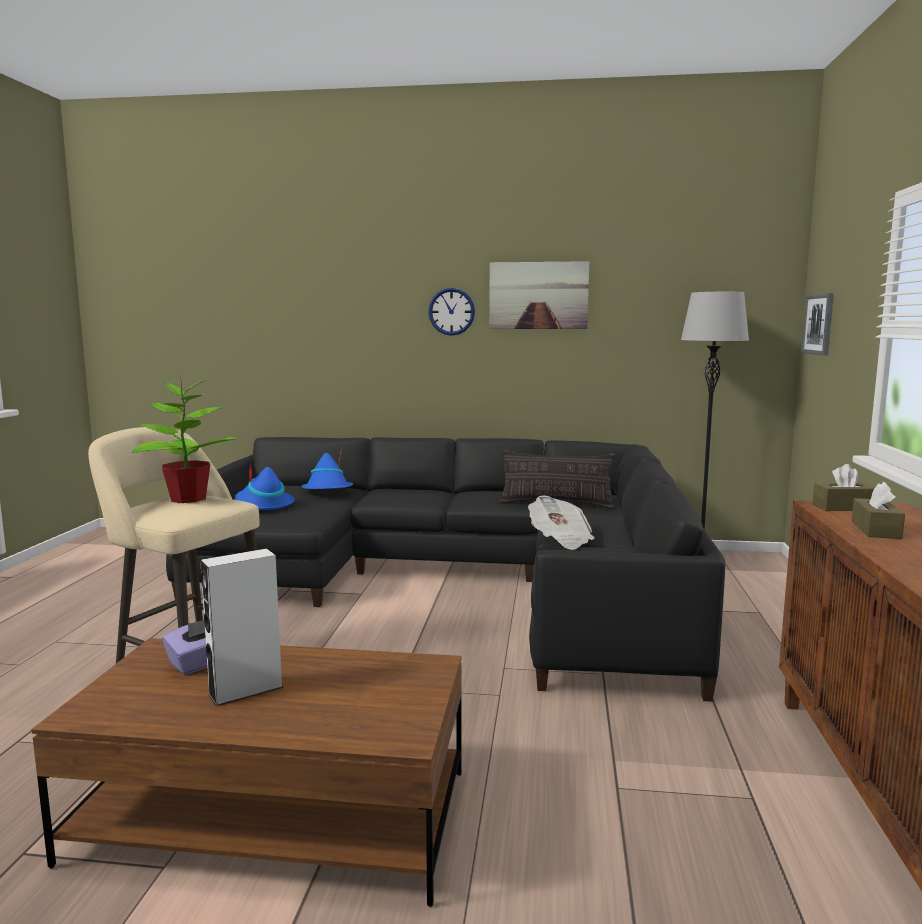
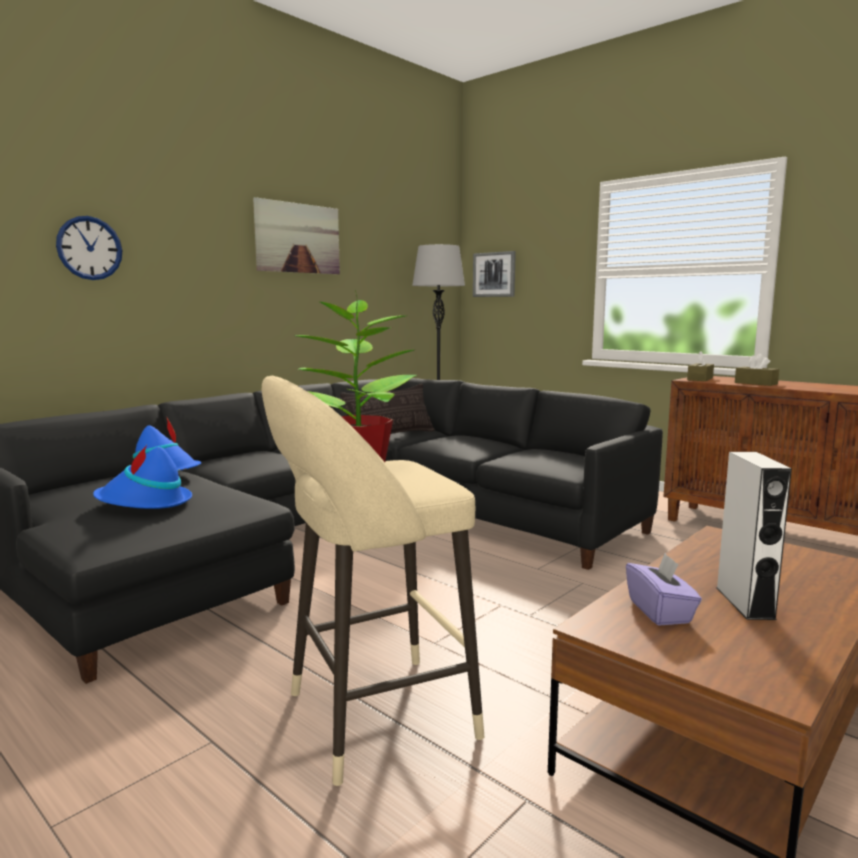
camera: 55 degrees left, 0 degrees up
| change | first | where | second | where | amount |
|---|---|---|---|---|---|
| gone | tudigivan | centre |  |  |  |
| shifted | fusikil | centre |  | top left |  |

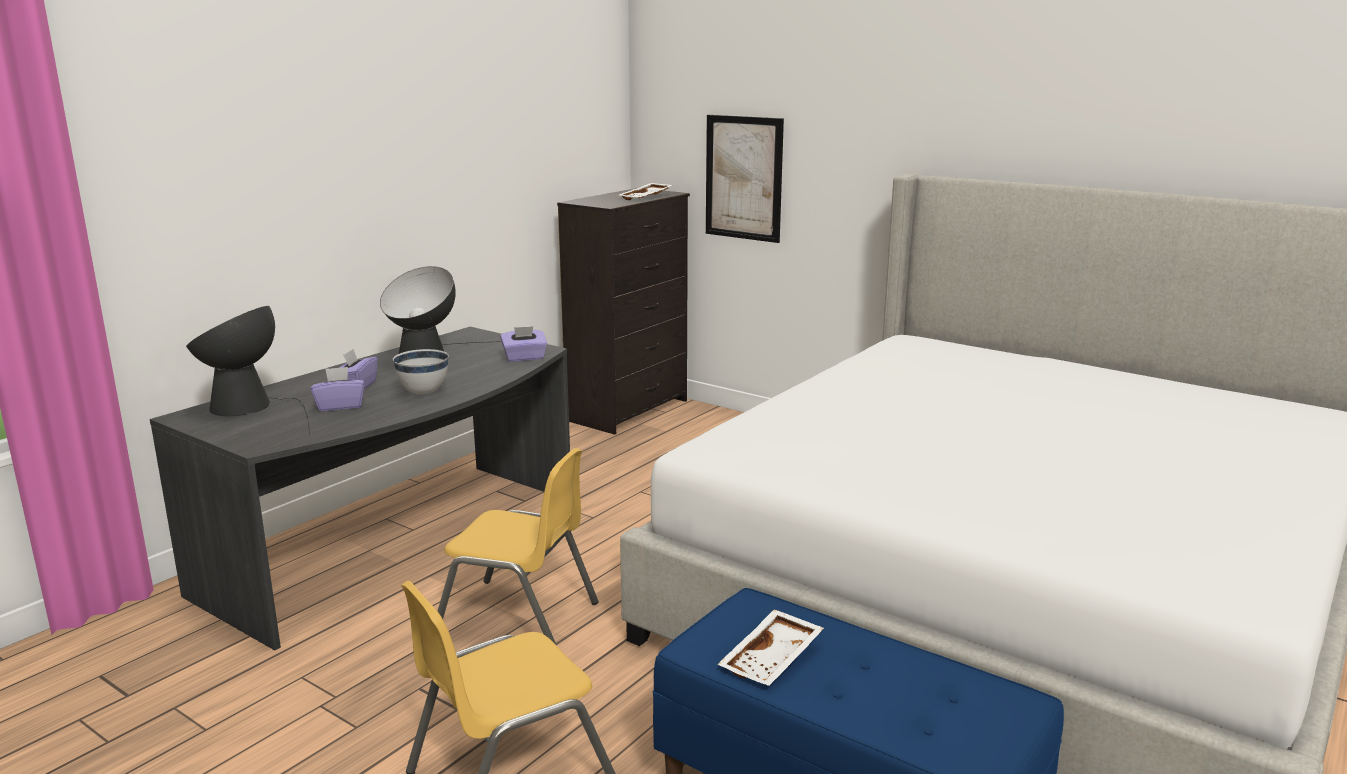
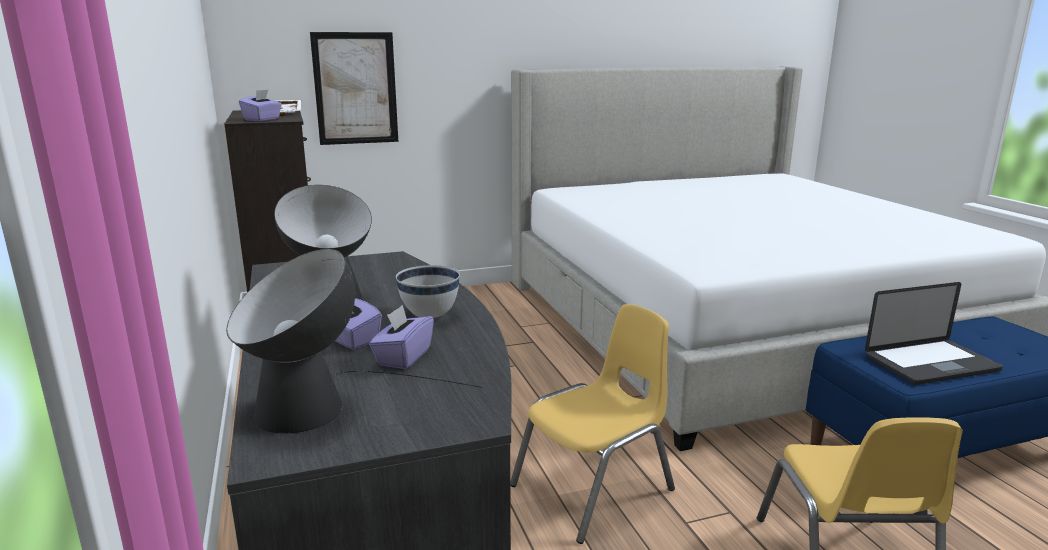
camera: 55 degrees left, 0 degrees up
| change | first | where | second | where | amount |
|---|---|---|---|---|---|
| shifted | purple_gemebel (no. 3 from left in the first image) | centre | purple_gemebel (no. 1 from left) | top left |  |
| swapped | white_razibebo (no. 2 from left) | bottom centre | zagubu | middle right |  |

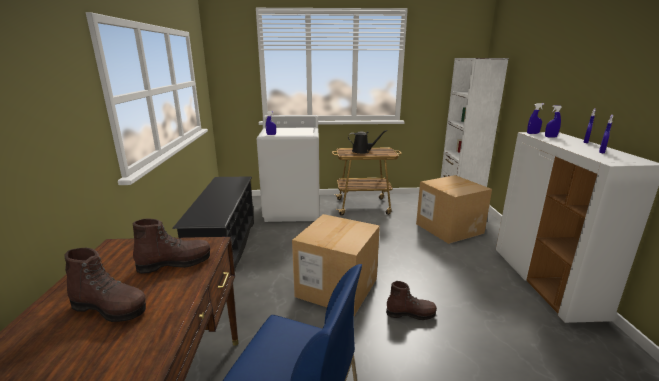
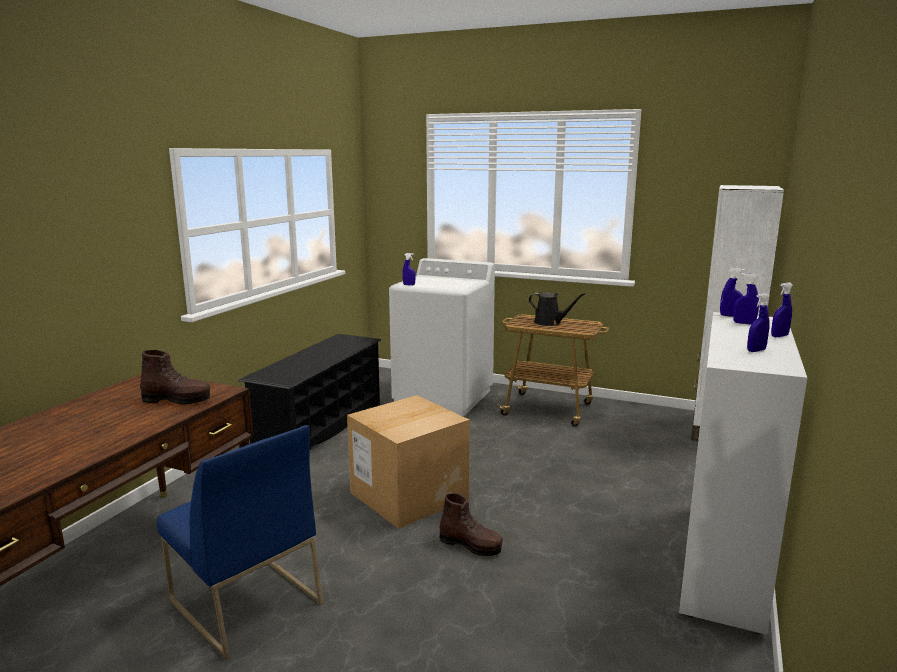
camera: 25 degrees right, 5 degrees down
| change | first | where | second | where | amount |
|---|---|---|---|---|---|
| gone | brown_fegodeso (no. 1 from left) | bottom left |  |  |  |
| gone | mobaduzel (no. 2 from left) | middle right |  |  |  |

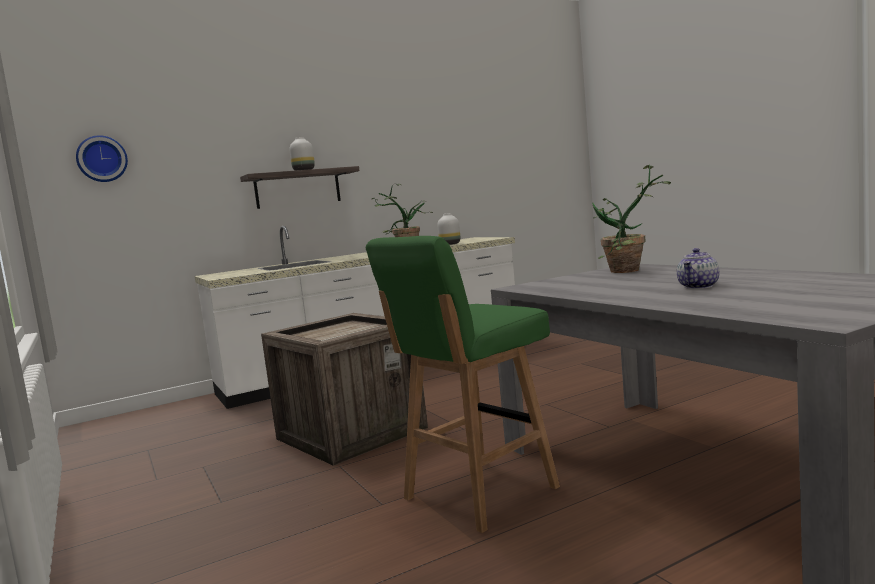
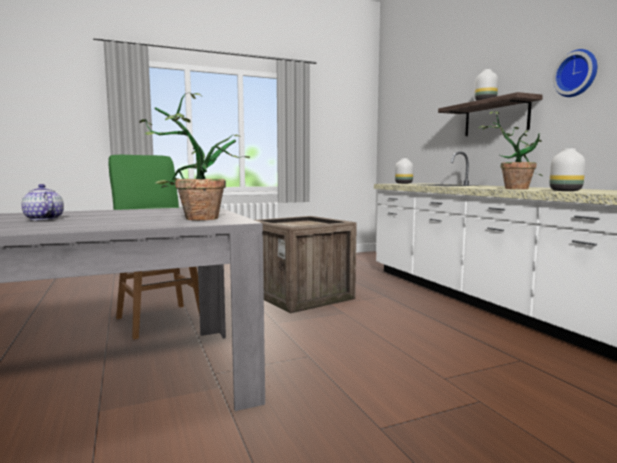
camera: 95 degrees right, 0 degrees up
| change | first | where | second | where | amount |
|---|---|---|---|---|---|
| new |  |  | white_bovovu (no. 1 from left) | centre |  |
| shifted | fusikil | top left |  | top right |  |

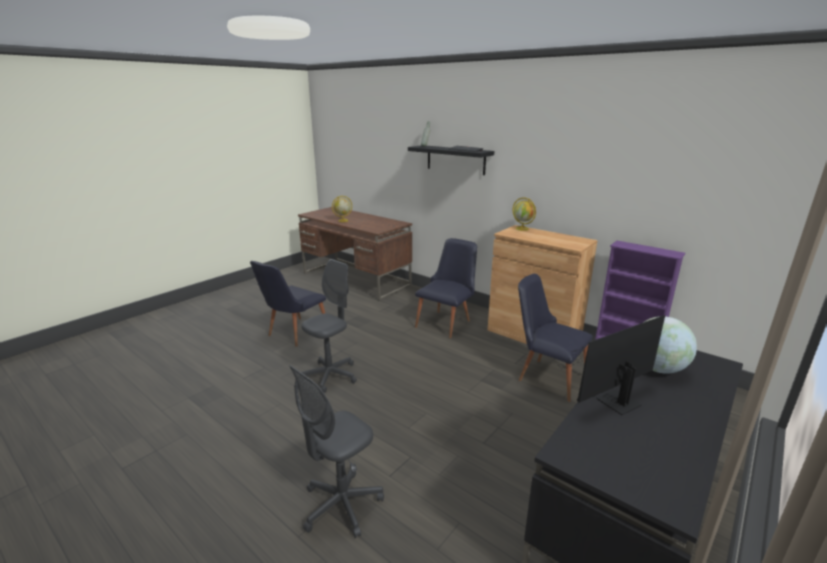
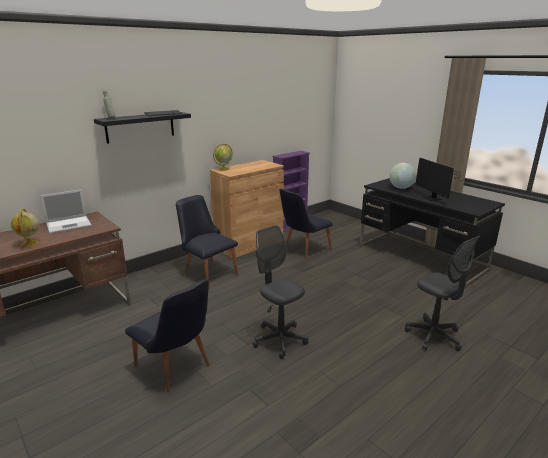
camera: 80 degrees left, 0 degrees up
| change | first | where | second | where | amount |
|---|---|---|---|---|---|
| new |  |  | zagubu | middle left |  |

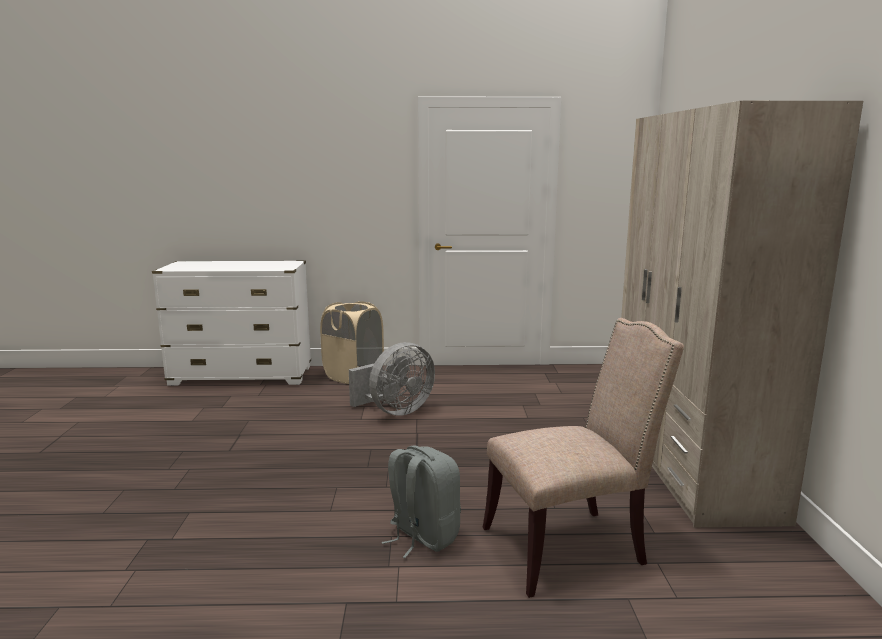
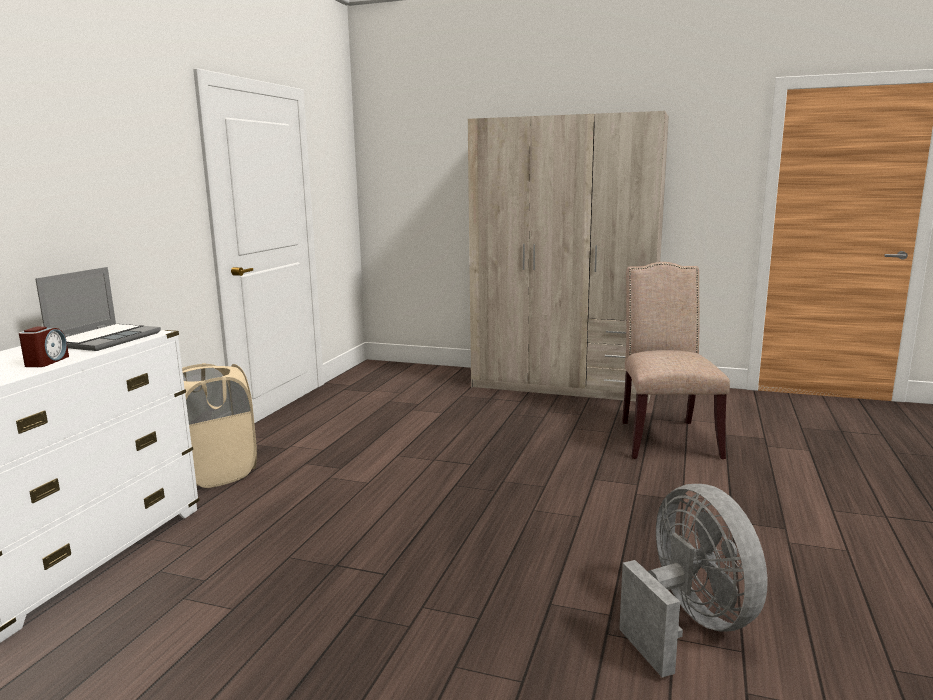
camera: 70 degrees left, 0 degrees up
| change | first | where | second | where | amount |
|---|---|---|---|---|---|
| gone | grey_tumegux | bottom centre |  |  |  |
| new |  |  | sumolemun | middle left |  |
| new |  |  | zagubu | middle left |  |
| shifted | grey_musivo | centre |  | bottom right |  |

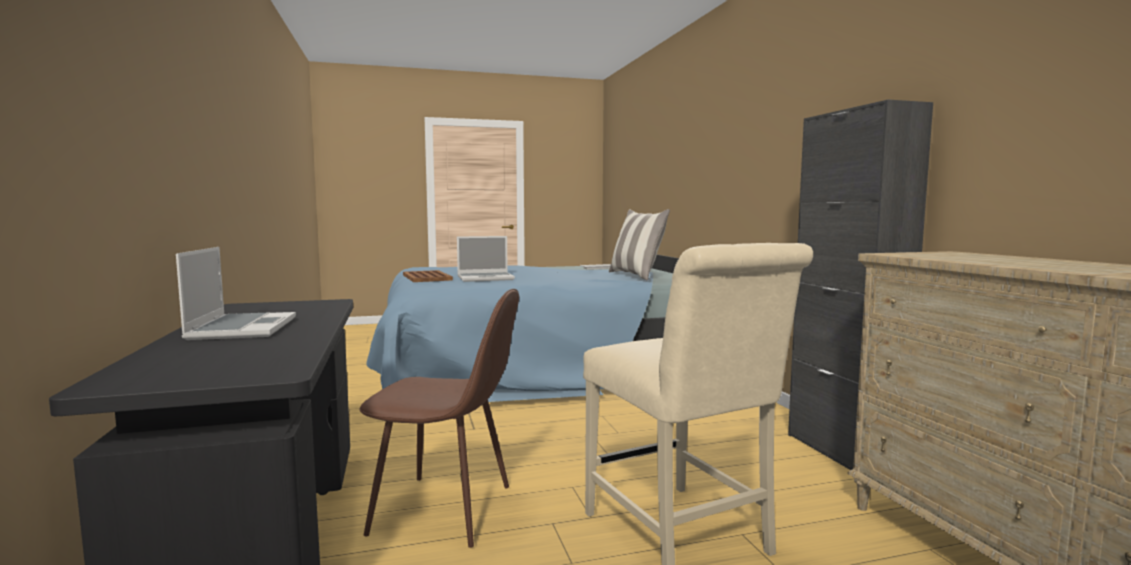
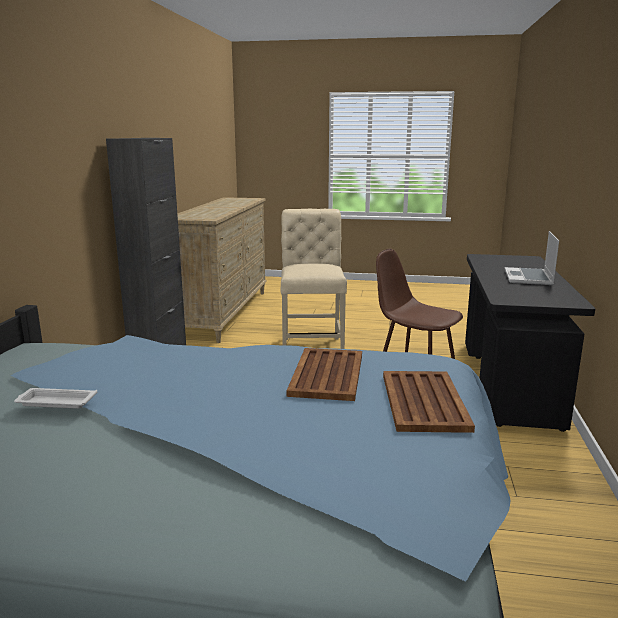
camera: 155 degrees left, 10 degrees up
| change | first | where | second | where | amount |
|---|---|---|---|---|---|
| gone | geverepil | centre |  |  |  |
| swapped | zagubu (no. 2 from left) | centre | brown_razibebo (no. 1 from left) | centre |  |

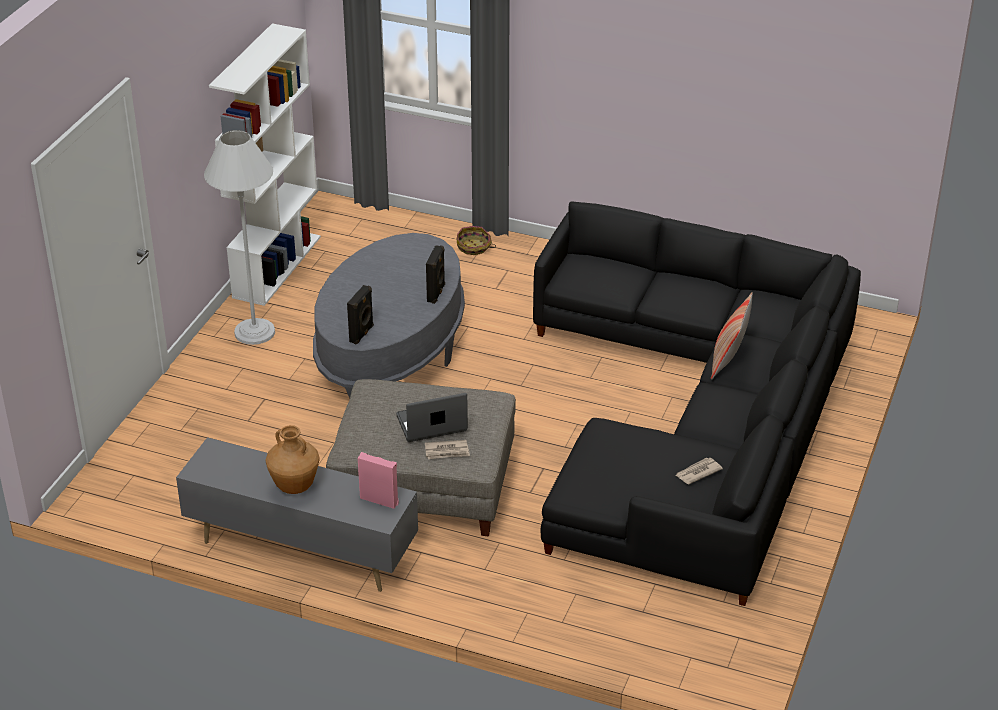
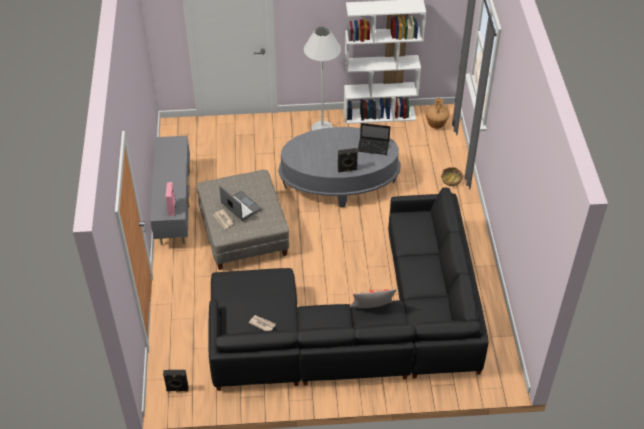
camera: 65 degrees right, 10 degrees up
| change | first | where | second | where | amount |
|---|---|---|---|---|---|
| new |  |  | zagubu (no. 2 from left) | top centre |  |
| shifted | brown_bovovu | middle left |  | top right |  |
| shifted | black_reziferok (no. 1 from left) | centre |  | bottom left |  |

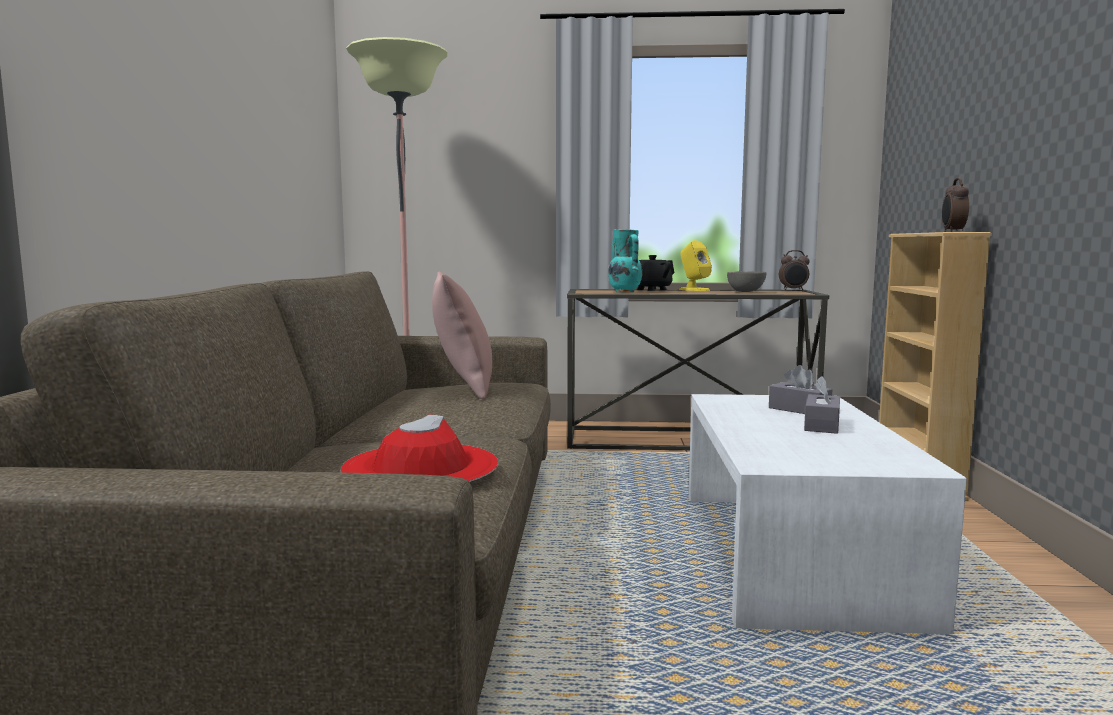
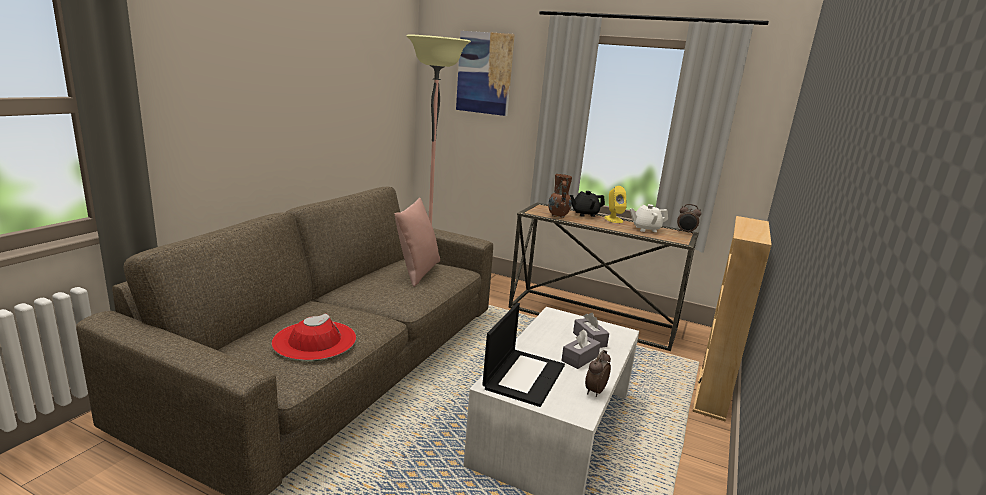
camera: 20 degrees right, 10 degrees up
| change | first | where | second | where | amount |
|---|---|---|---|---|---|
| new |  |  | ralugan | top centre |  |
| new |  |  | zagubu | bottom centre |  |
| shifted | sumolemun (no. 2 from left in the first image) | top right | sumolemun (no. 1 from left) | bottom centre |  |
| swapped | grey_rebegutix | middle right | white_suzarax | centre |  |
| repainted | turquoise_bovovu | centre | brown_bovovu | centre |  |

